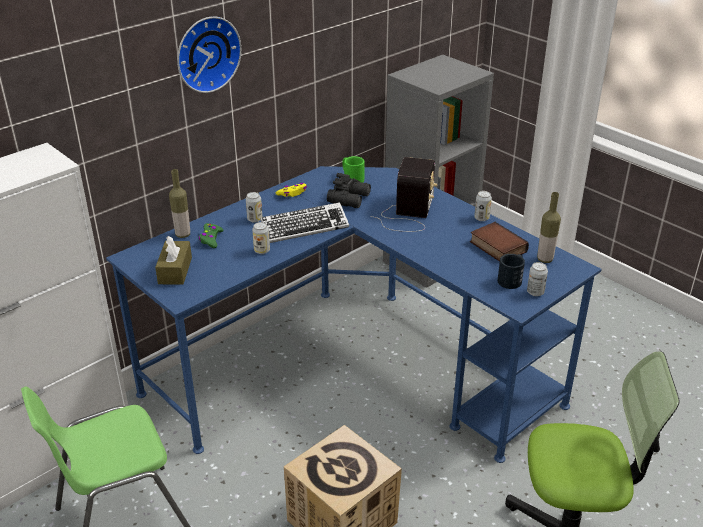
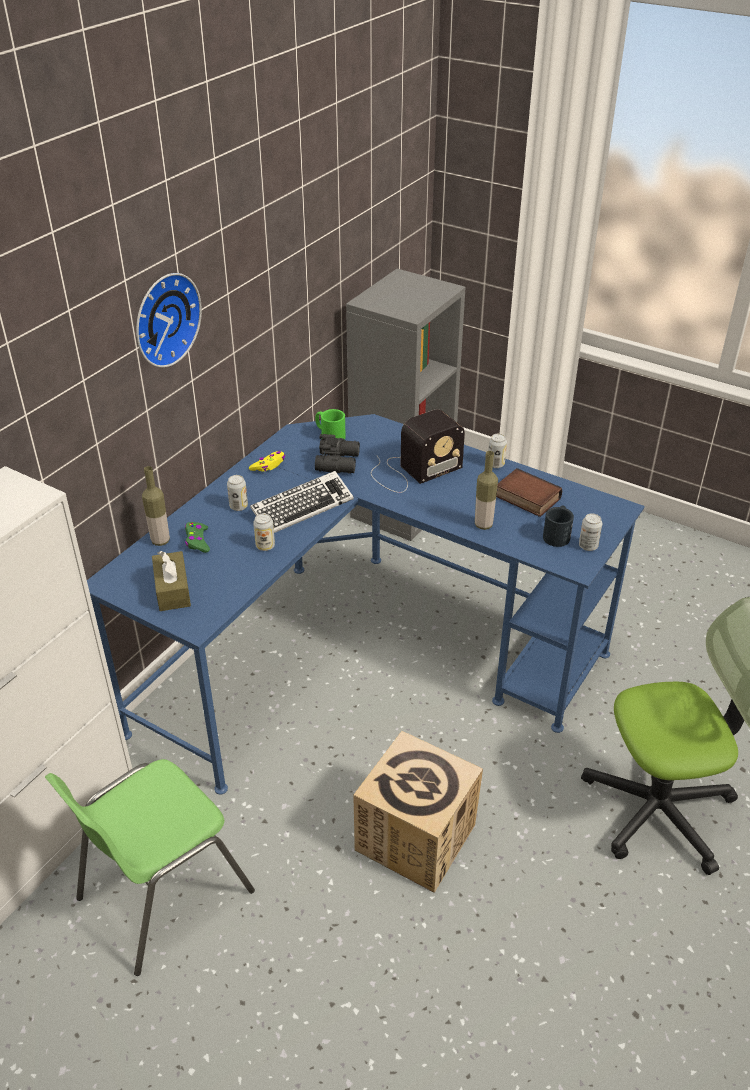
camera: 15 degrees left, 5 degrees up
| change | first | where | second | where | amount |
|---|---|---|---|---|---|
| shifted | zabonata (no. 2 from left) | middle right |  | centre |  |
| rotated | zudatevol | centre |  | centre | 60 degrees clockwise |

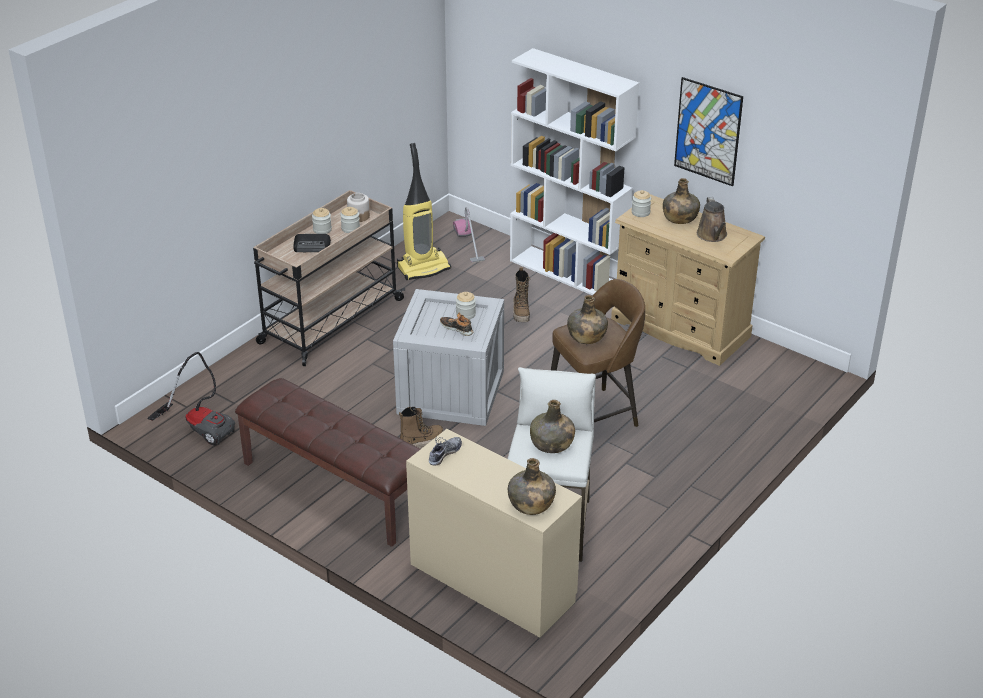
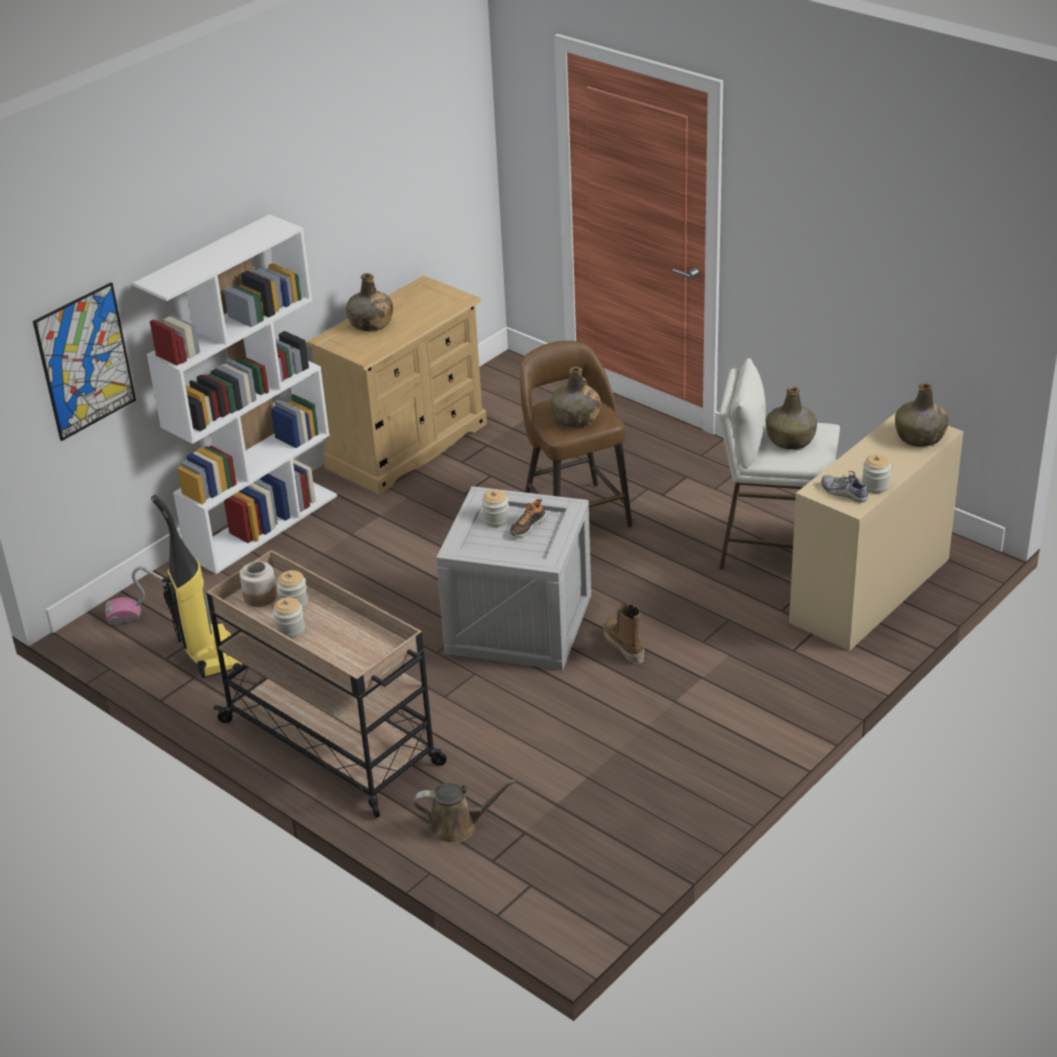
camera: 85 degrees left, 0 degrees up
| change | first | where | second | where | amount |
|---|---|---|---|---|---|
| gone | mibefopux (no. 1 from left) | middle left |  |  |  |
| gone | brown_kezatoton | middle left |  |  |  |
| gone | zudatevol | middle left |  |  |  |
| gone | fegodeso (no. 2 from left) | centre |  |  |  |
| shifted | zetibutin (no. 5 from left) | top centre |  | middle right |  |
| shifted | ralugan | top right |  | middle left |  |
| shifted | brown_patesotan | top right |  | bottom centre |  |

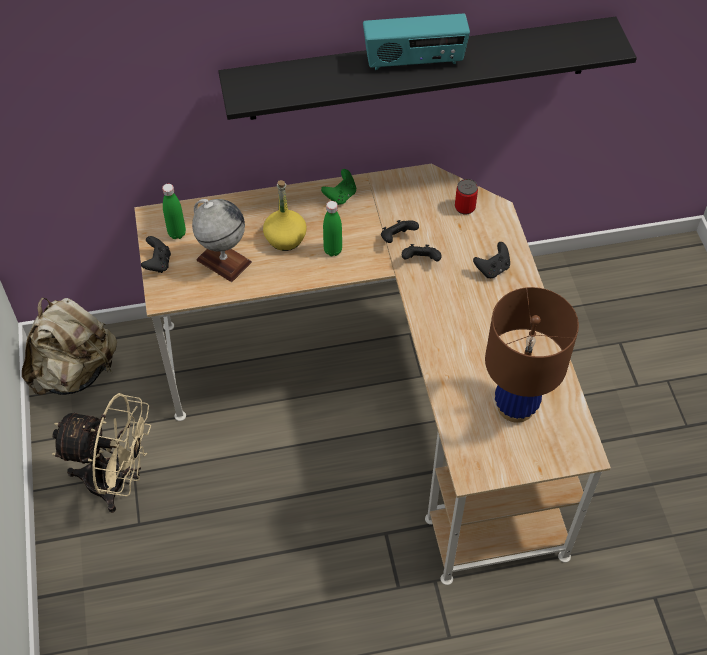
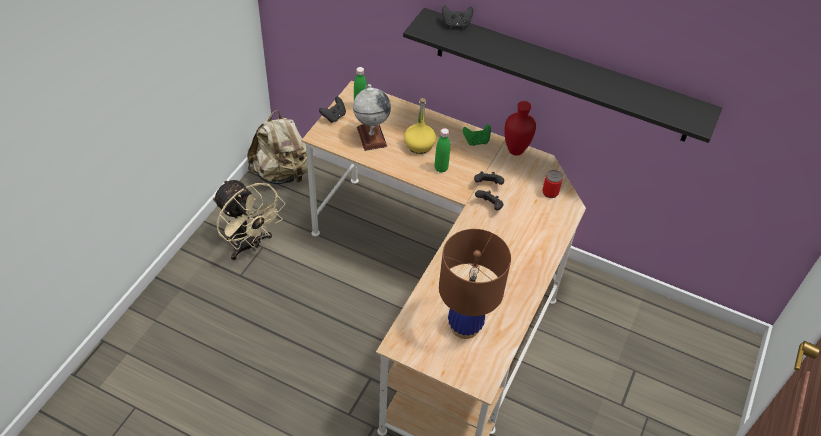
camera: 35 degrees right, 5 degrees down
| change | first | where | second | where | amount |
|---|---|---|---|---|---|
| gone | zudatevol | top centre |  |  |  |
| new |  |  | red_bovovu | top centre |  |
| shifted | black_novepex (no. 4 from left in the first image) | middle right | black_novepex (no. 2 from left) | top centre |  |

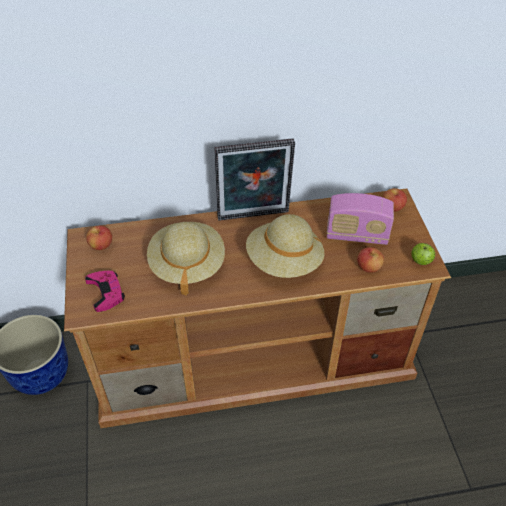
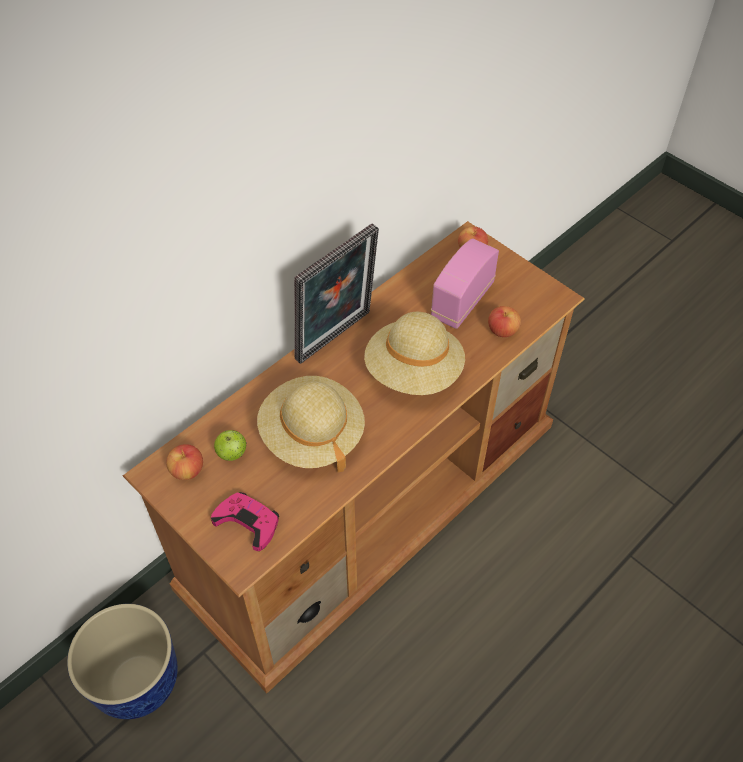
camera: 35 degrees left, 5 degrees up
| change | first | where | second | where | amount |
|---|---|---|---|---|---|
| shifted | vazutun (no. 4 from left in the first image) | middle right | vazutun (no. 2 from left) | middle left |  |
| rotated | zudatevol | middle right |  | centre | 150 degrees clockwise |

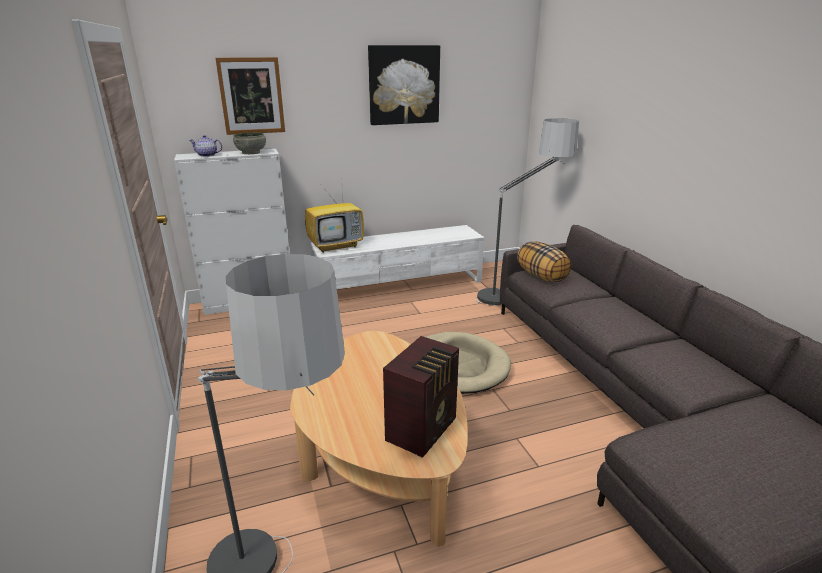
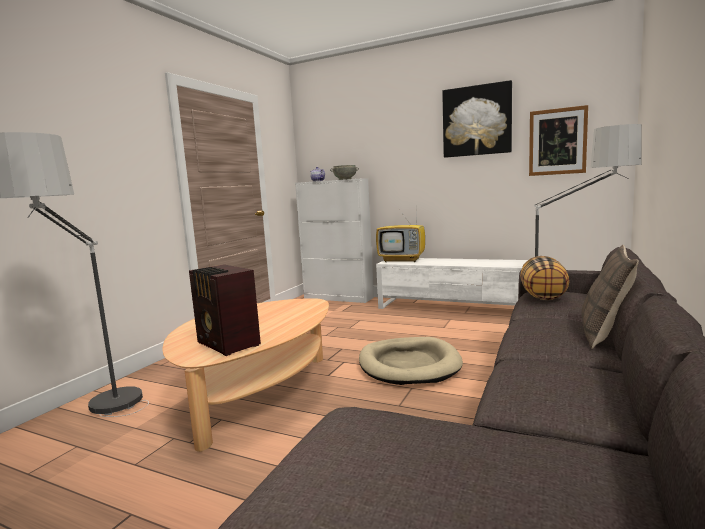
camera: 45 degrees right, 15 degrees down
| change | first | where | second | where | amount |
|---|---|---|---|---|---|
| new |  |  | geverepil (no. 2 from left) | middle right |  |
| shifted | ralugan (no. 1 from left in the first image) | top left | ralugan (no. 2 from left) | top right |  |
| rotated | zudatevol | bottom centre |  | middle left | 60 degrees clockwise |

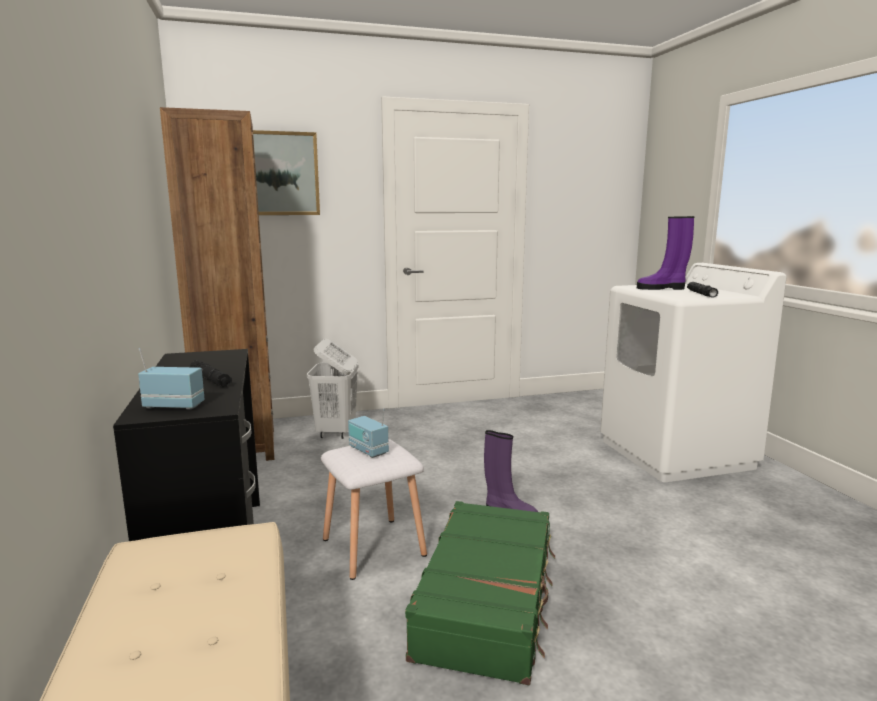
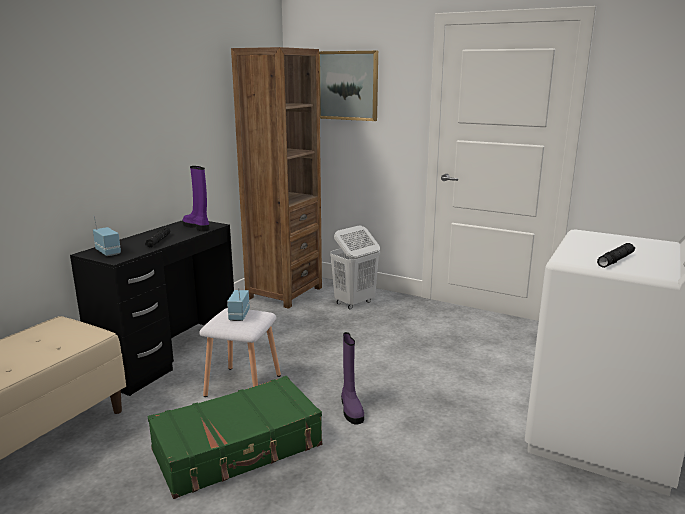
camera: 45 degrees right, 5 degrees up
| change | first | where | second | where | amount |
|---|---|---|---|---|---|
| shifted | purple_fegodeso (no. 2 from left in the first image) | middle right | purple_fegodeso (no. 1 from left) | middle left |  |

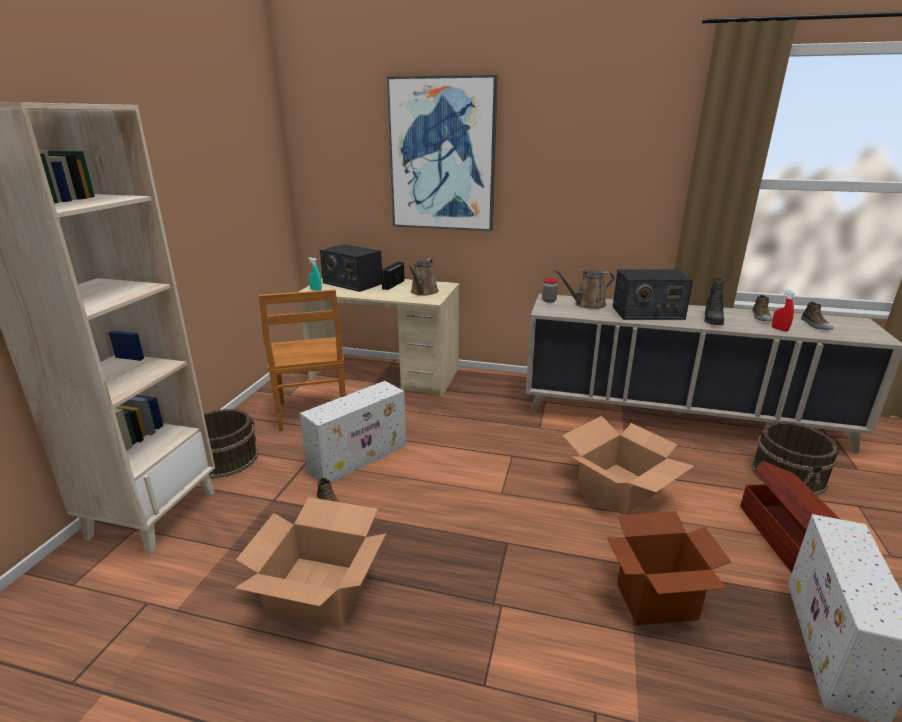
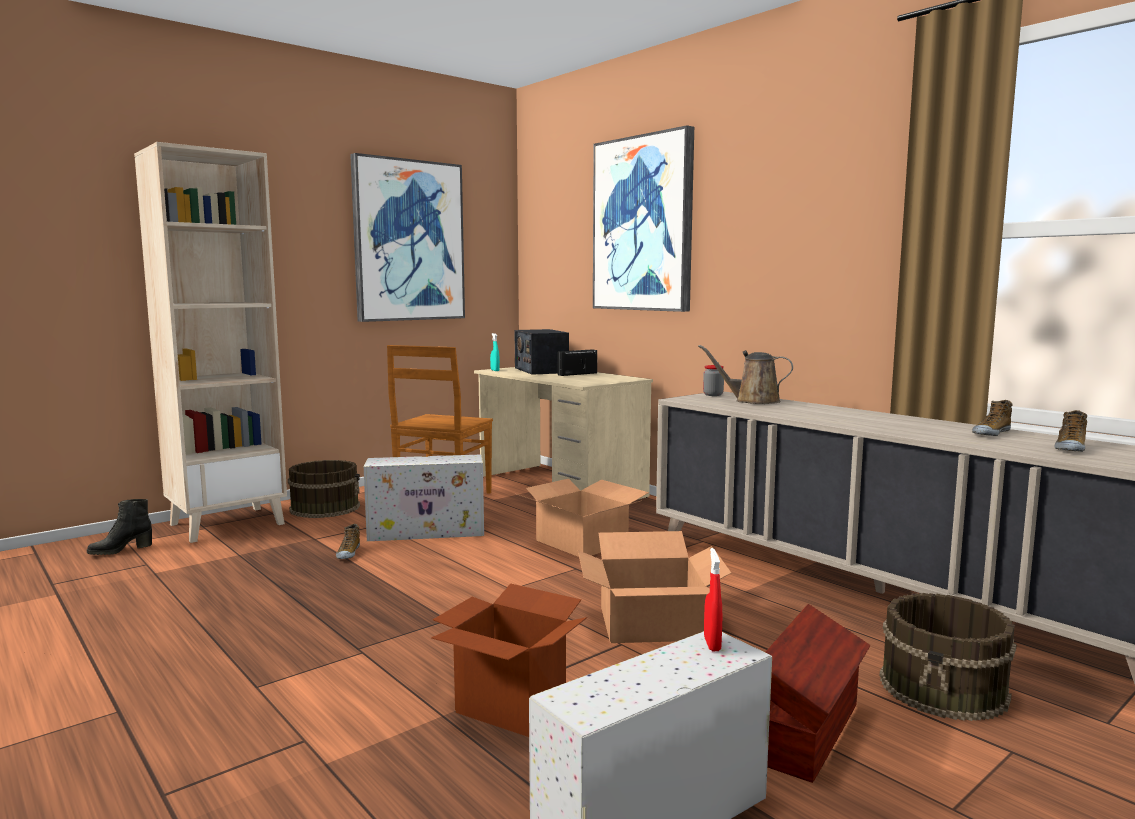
camera: 35 degrees right, 15 degrees down
| change | first | where | second | where | amount |
|---|---|---|---|---|---|
| gone | brown_patesotan (no. 1 from left) | centre |  |  |  |
| gone | zudatevol (no. 3 from left) | middle right |  |  |  |
| new |  |  | ralugan (no. 1 from left) | top centre |  |
| shifted | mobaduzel (no. 1 from left in the first image) | bottom centre | mobaduzel (no. 2 from left) | centre |  |
| shifted | black_fegodeso | middle right |  | middle left |  |
| shifted | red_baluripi | middle right |  | bottom centre |  |

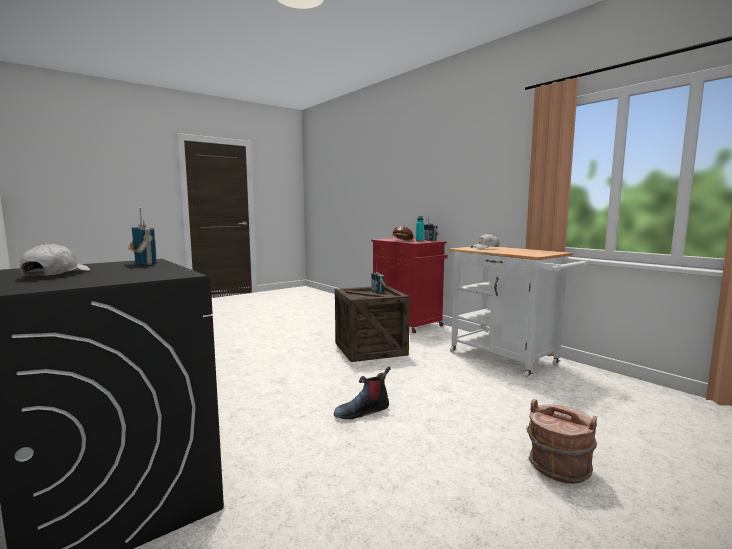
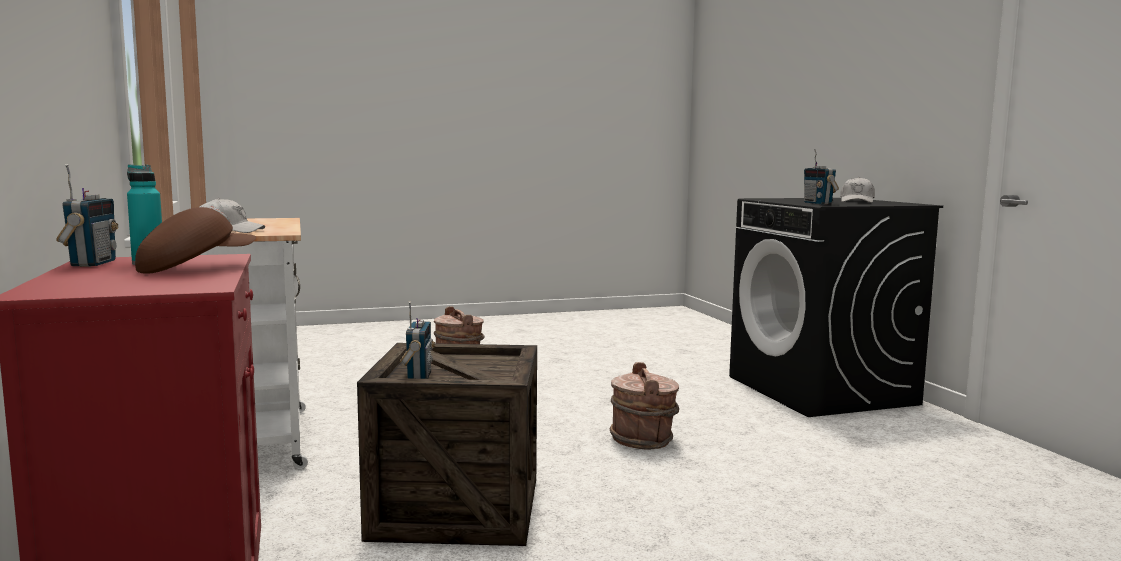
camera: 160 degrees left, 0 degrees up
| change | first | where | second | where | amount |
|---|---|---|---|---|---|
| gone | fegodeso | bottom centre |  |  |  |
| new |  |  | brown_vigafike (no. 2 from left) | bottom centre |  |

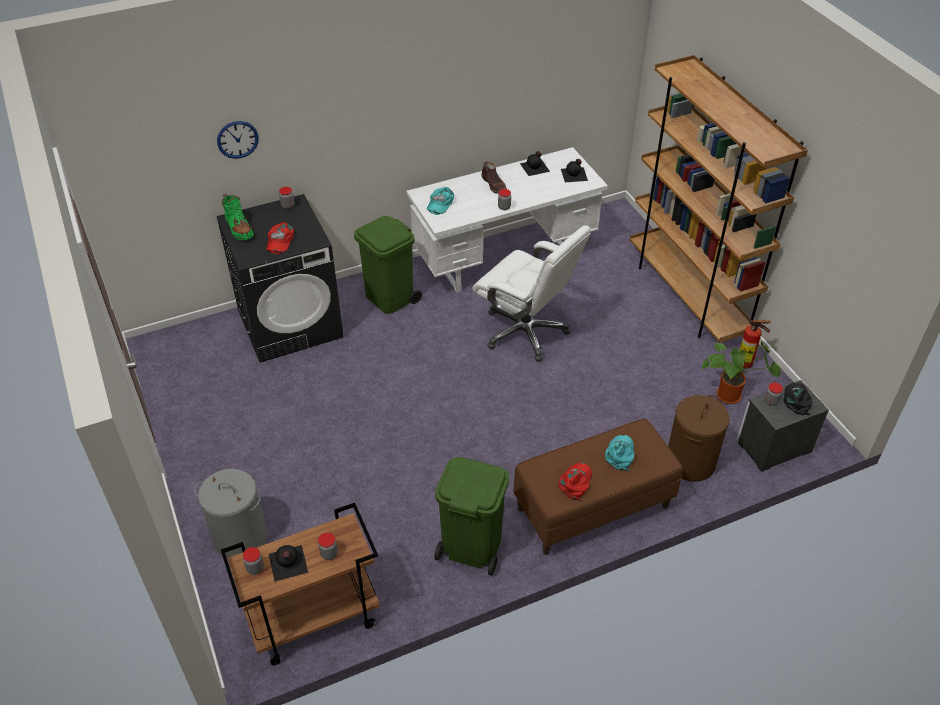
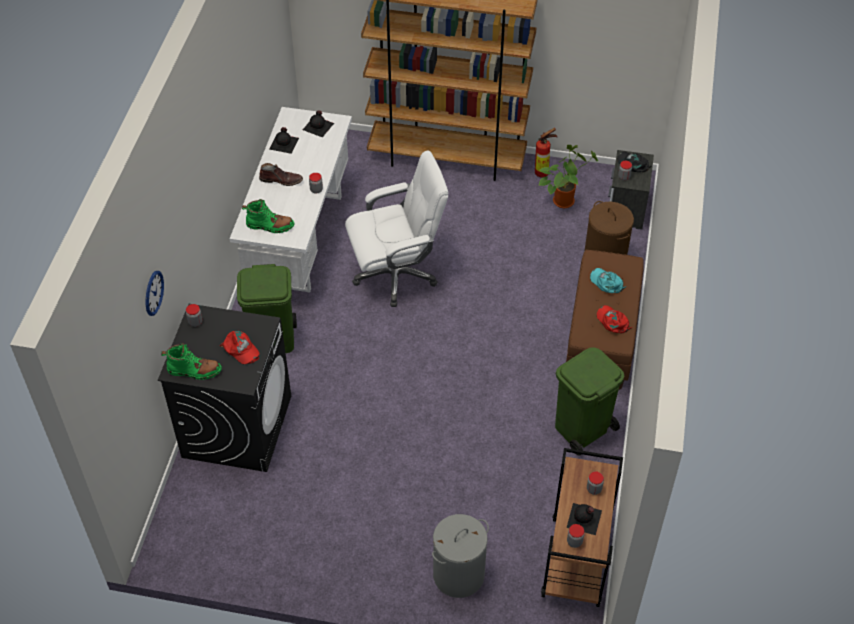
camera: 55 degrees left, 5 degrees up
| change | first | where | second | where | amount |
|---|---|---|---|---|---|
| swapped | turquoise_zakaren (no. 1 from left) | top centre | green_fegodeso (no. 2 from left) | middle left |  |

